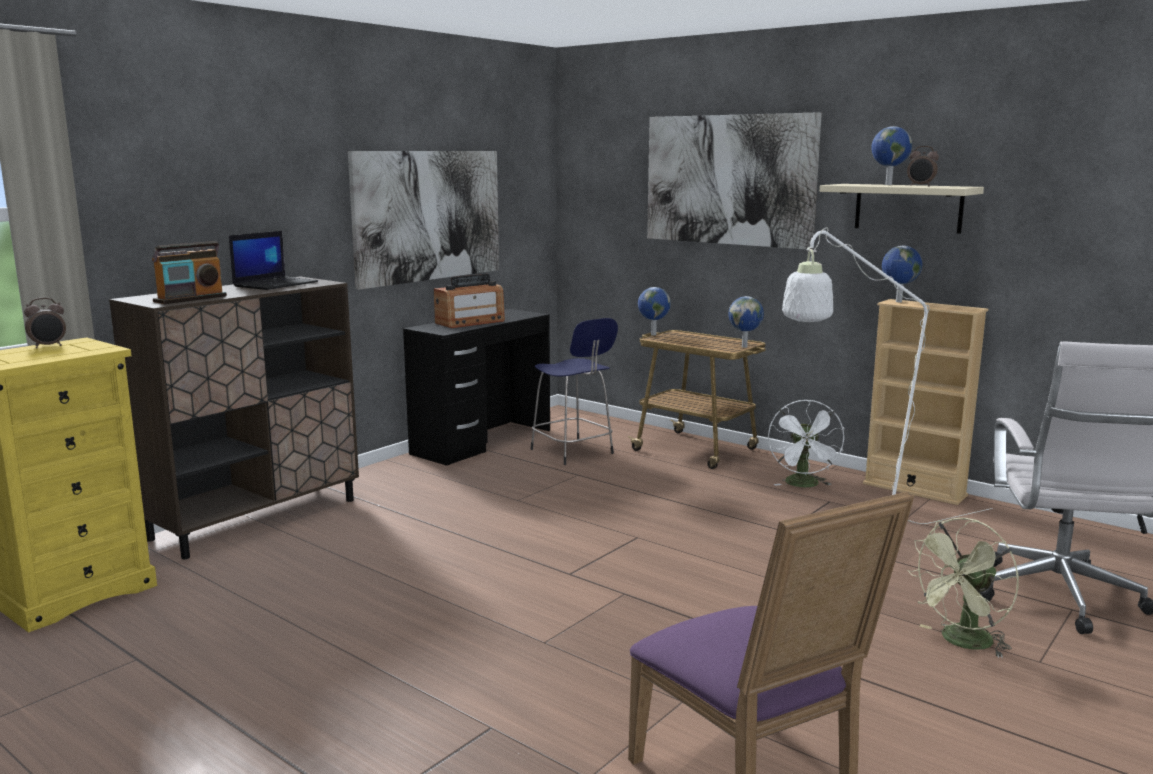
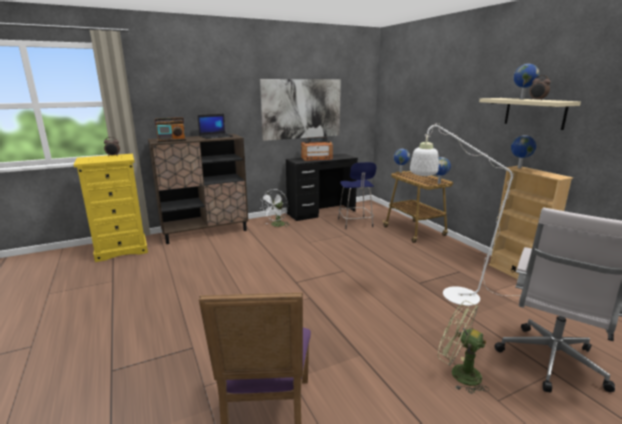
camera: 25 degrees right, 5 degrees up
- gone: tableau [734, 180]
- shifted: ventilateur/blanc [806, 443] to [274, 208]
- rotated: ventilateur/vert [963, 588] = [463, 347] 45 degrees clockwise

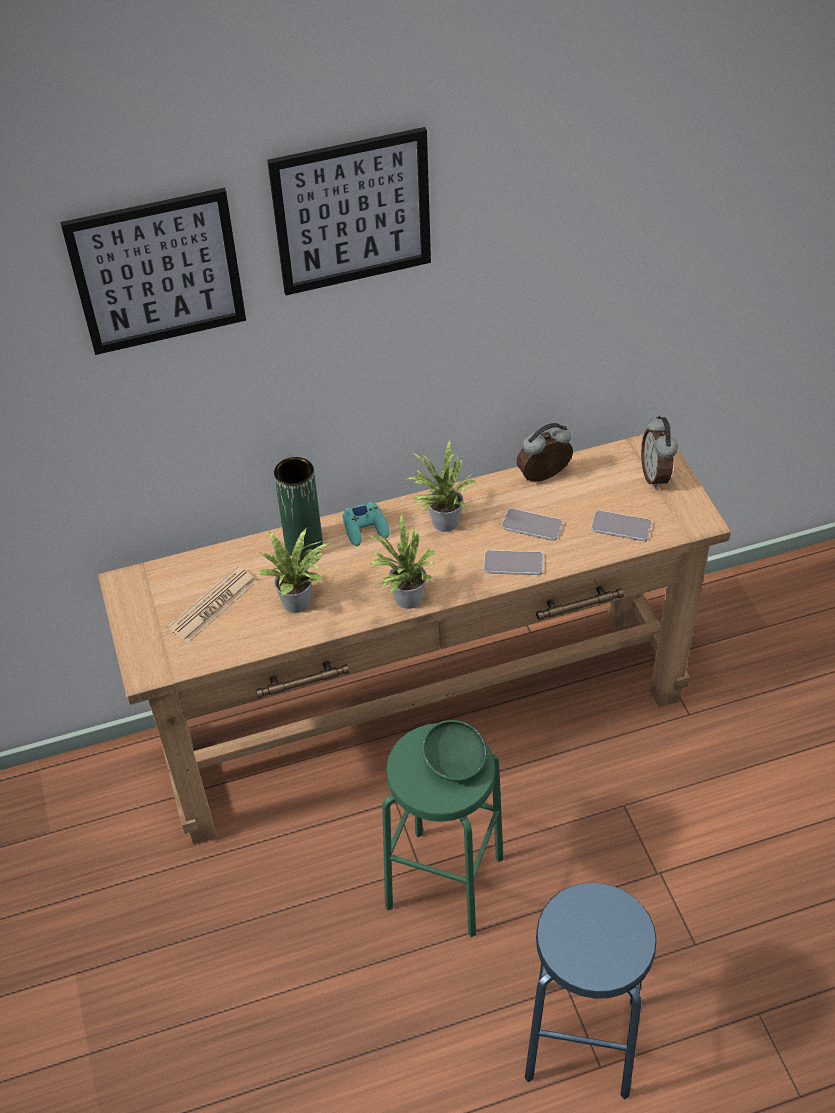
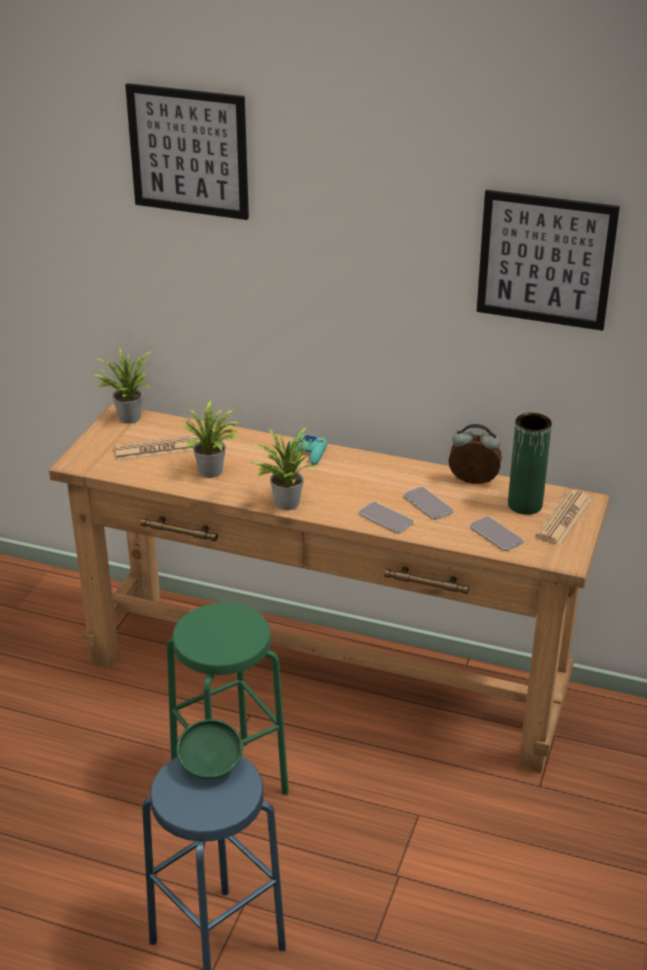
camera: 35 degrees right, 15 degrees down
- shifted: tableau [349, 211] to [548, 260]
- shifted: vase/vert [298, 507] to [530, 464]
- shifted: plante en pot [442, 485] to [123, 385]
- shifted: bol/vert [454, 750] to [209, 749]
- swapped: réveil [659, 452] to journal [564, 517]

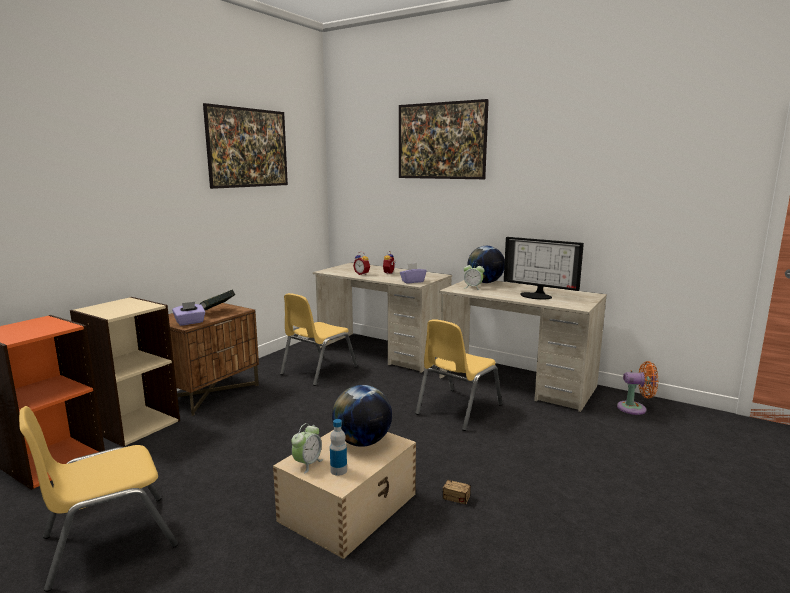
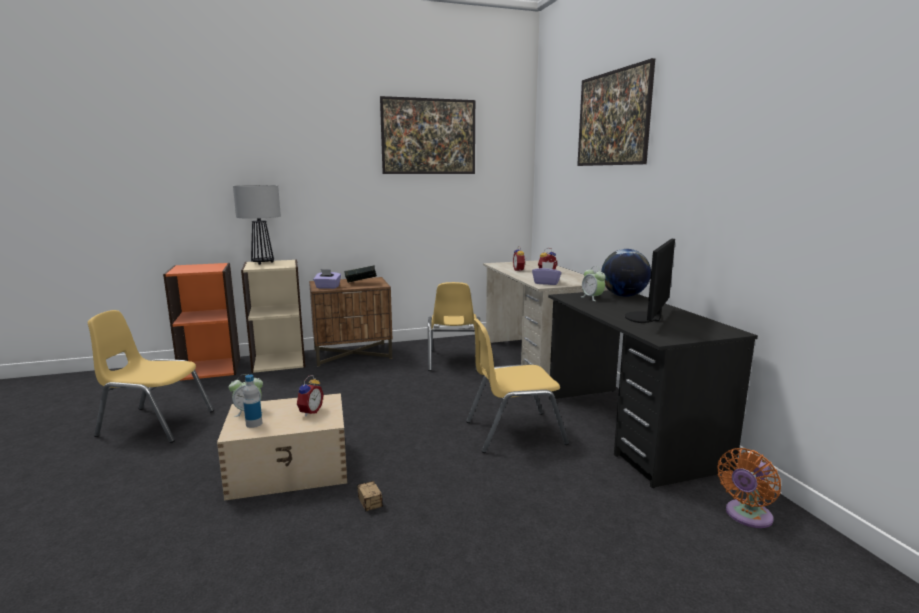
camera: 40 degrees right, 0 degrees up
- new: lampe de table [257, 225]
- swapped: globe [362, 416] to réveil [310, 396]
- repainted: bureau/beige [523, 346] to bureau/noir [653, 389]
- rotated: chaise/jaune [318, 339] = [454, 326] 75 degrees counterclockwise
- rotated: écran d'ordinateur [544, 268] = [650, 281] 45 degrees clockwise
- rotated: ventilateur/orange [637, 388] = [749, 488] 90 degrees clockwise

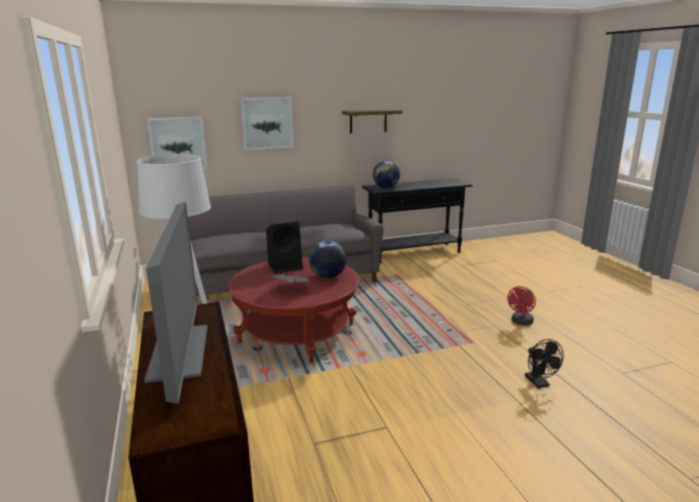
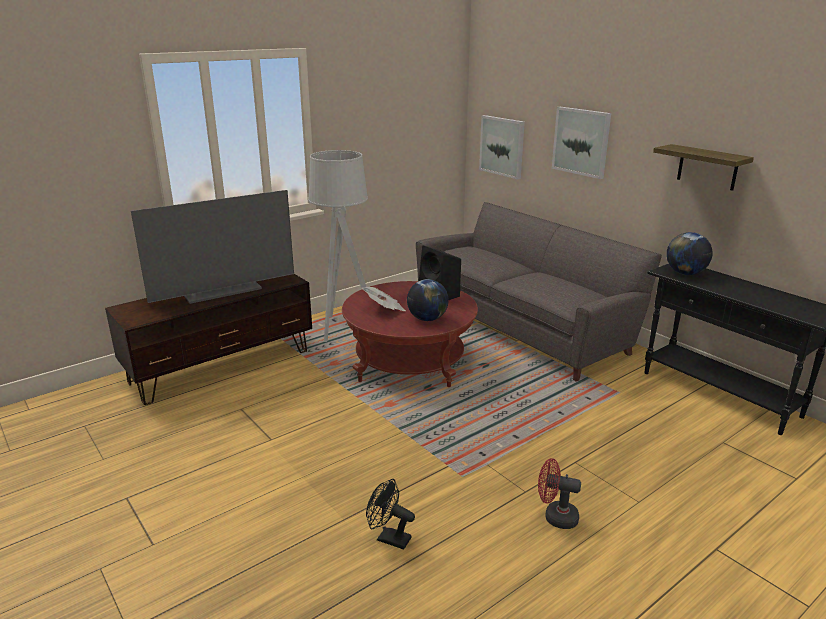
camera: 70 degrees right, 5 degrees up
- rotated: ventilateur/noir [544, 363] = [390, 514] 60 degrees clockwise

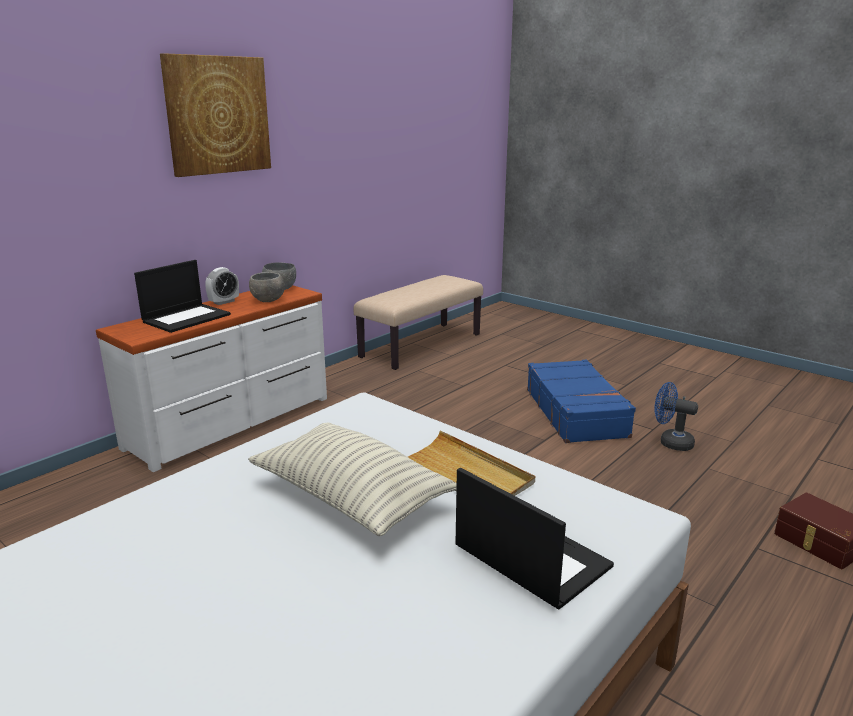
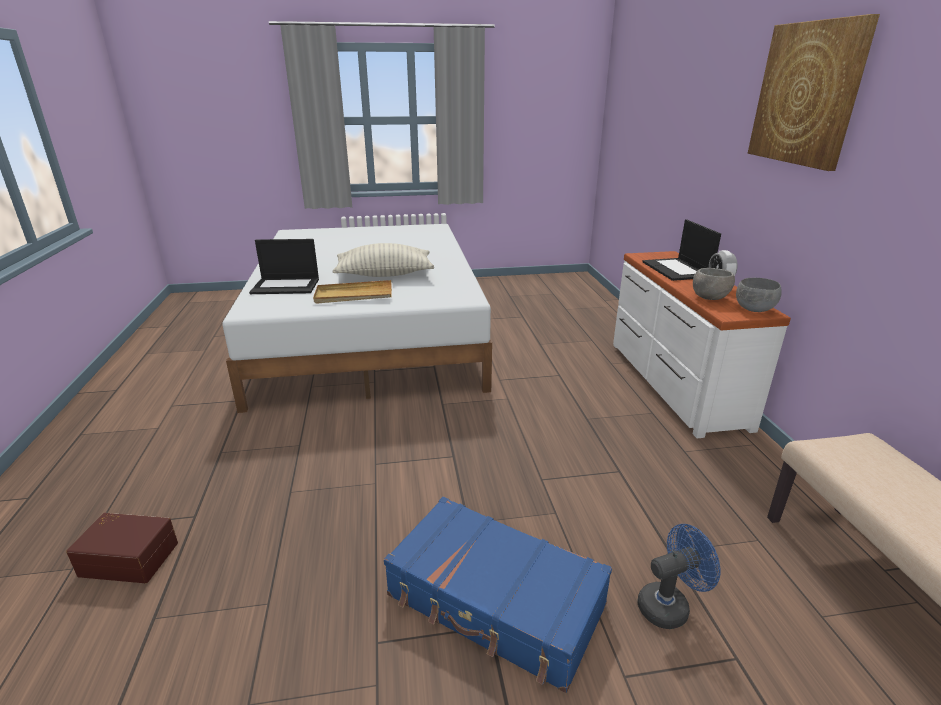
camera: 130 degrees right, 5 degrees up
- shifted: ventilateur/bleu [676, 416] to [679, 576]

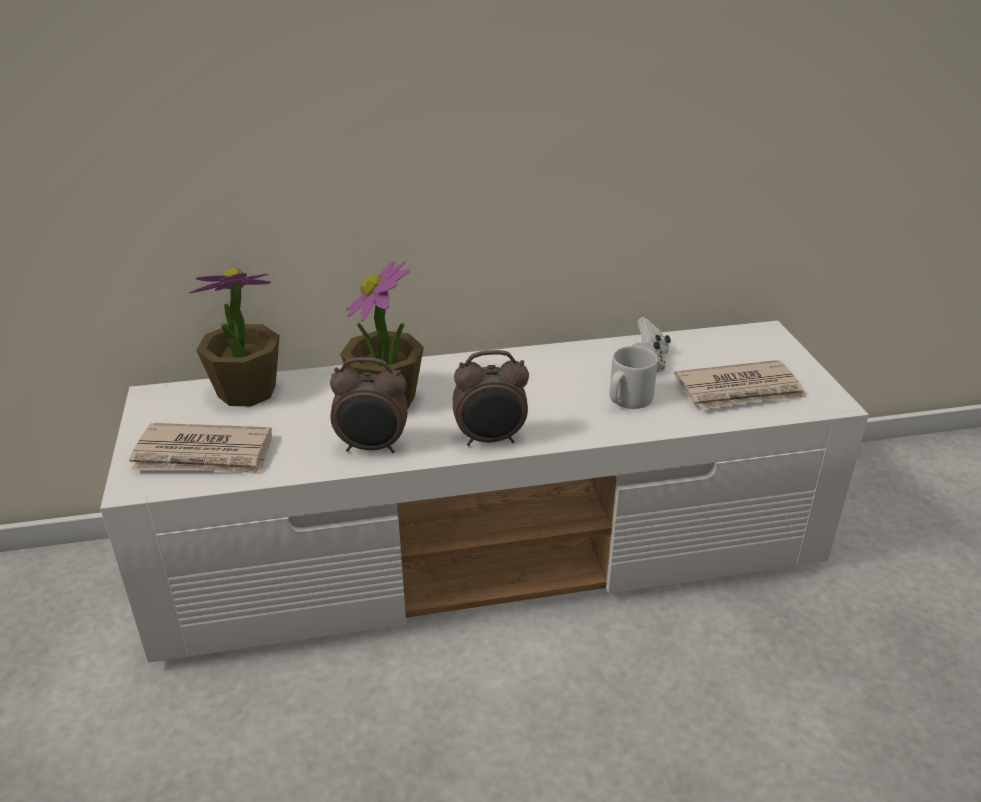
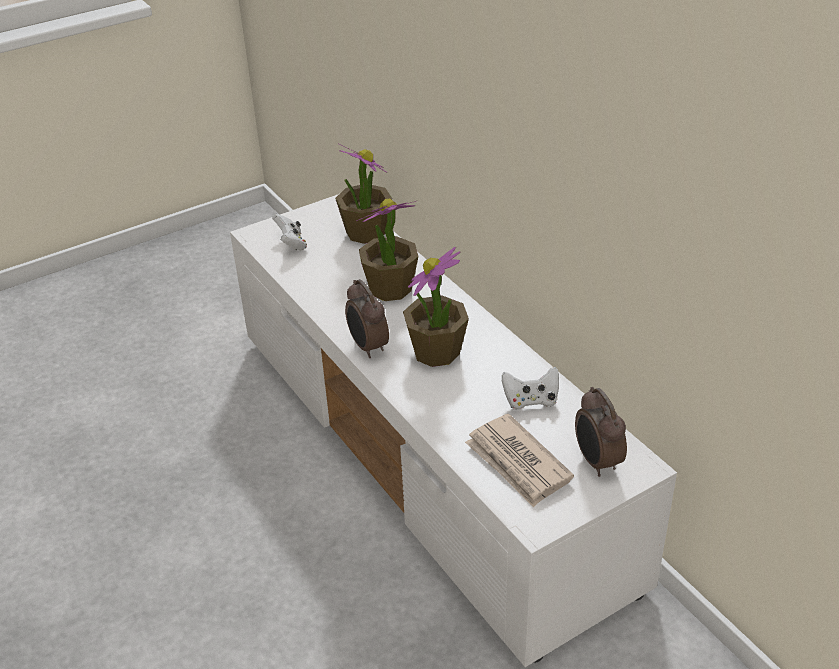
camera: 70 degrees right, 5 degrees up
- gone: mug/gris [634, 377]
- new: plante en pot [436, 307]
- shifted: réveil [369, 405] to [601, 432]
- swapped: journal [200, 448] to manette/blanc [289, 232]

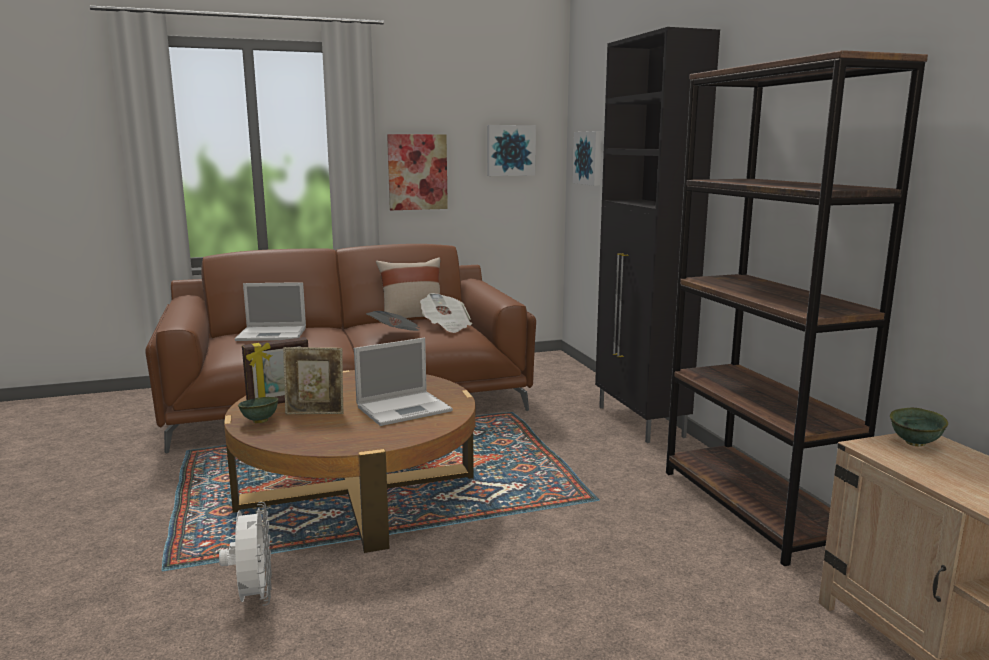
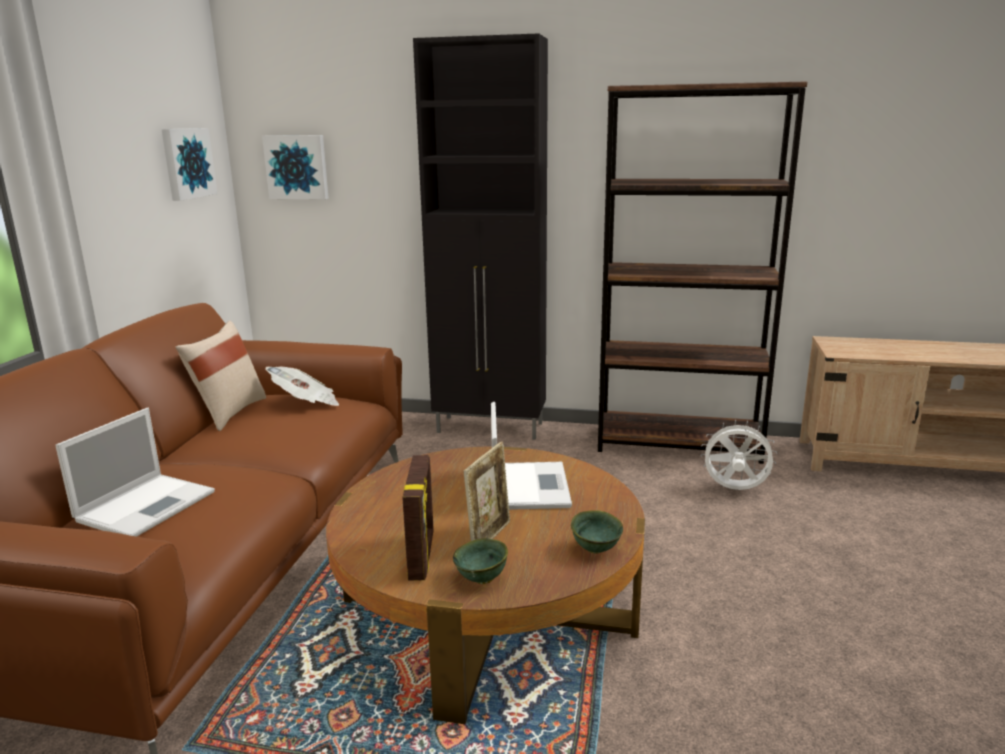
camera: 60 degrees left, 5 degrees up
- gone: journal [393, 321]
- gone: tableau [417, 172]
- shifted: ventilateur/blanc [245, 554] to [739, 455]
- shifted: bol/vert [919, 427] to [597, 532]

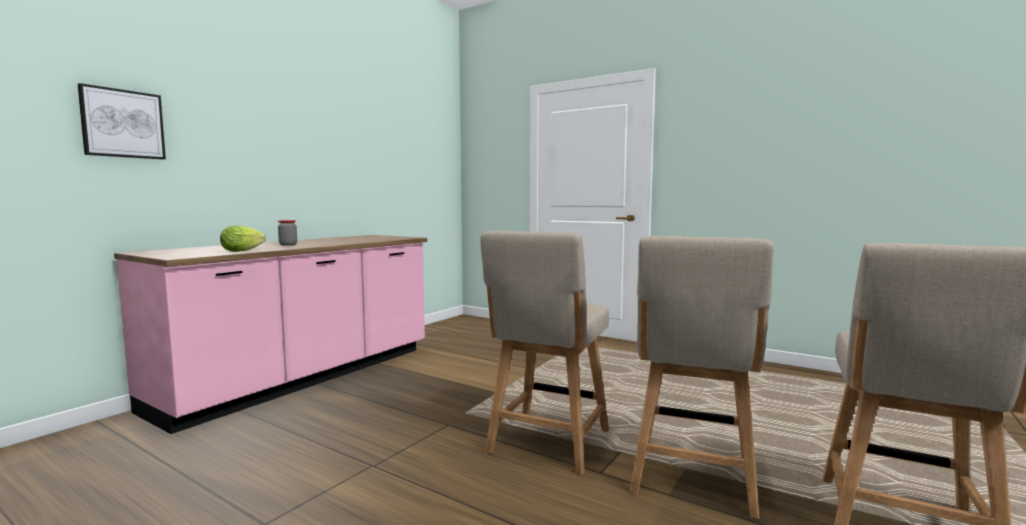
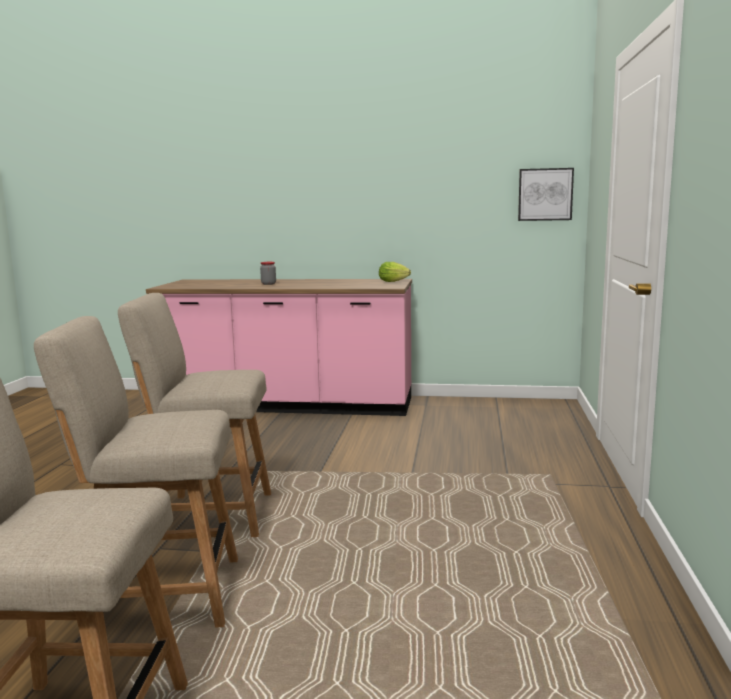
camera: 65 degrees right, 5 degrees up
- shifted: tableau [122, 121] to [546, 194]
- shifted: laitue [243, 239] to [395, 272]

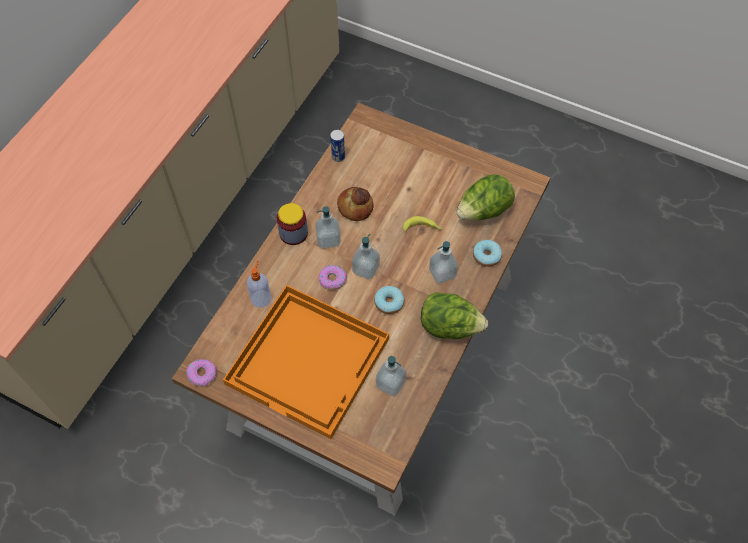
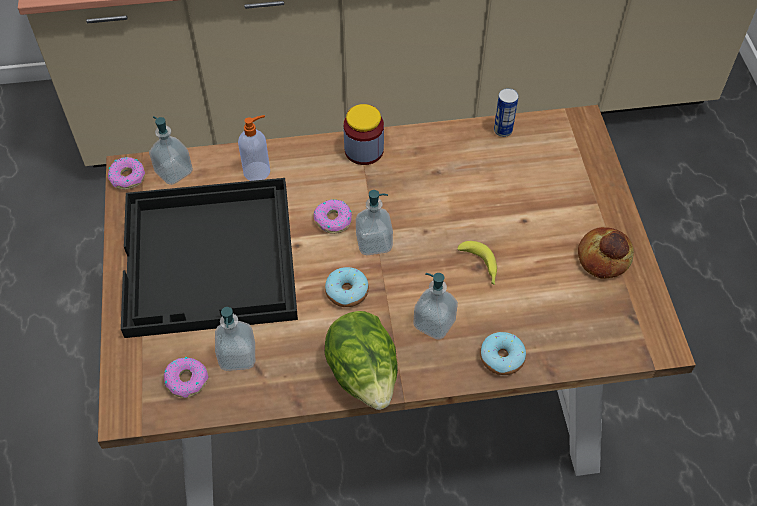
camera: 55 degrees right, 5 degrees down
- gone: laitue [485, 197]
- new: beignet [186, 377]
- shifted: distributeur de savon [328, 227] to [171, 150]
- shifted: pain [355, 204] to [606, 253]
- repainted: plateau/orange [306, 362] to plateau/noir [209, 258]

